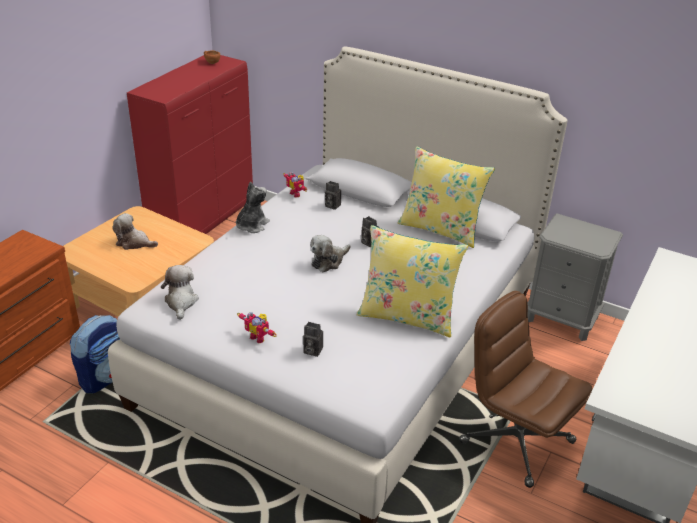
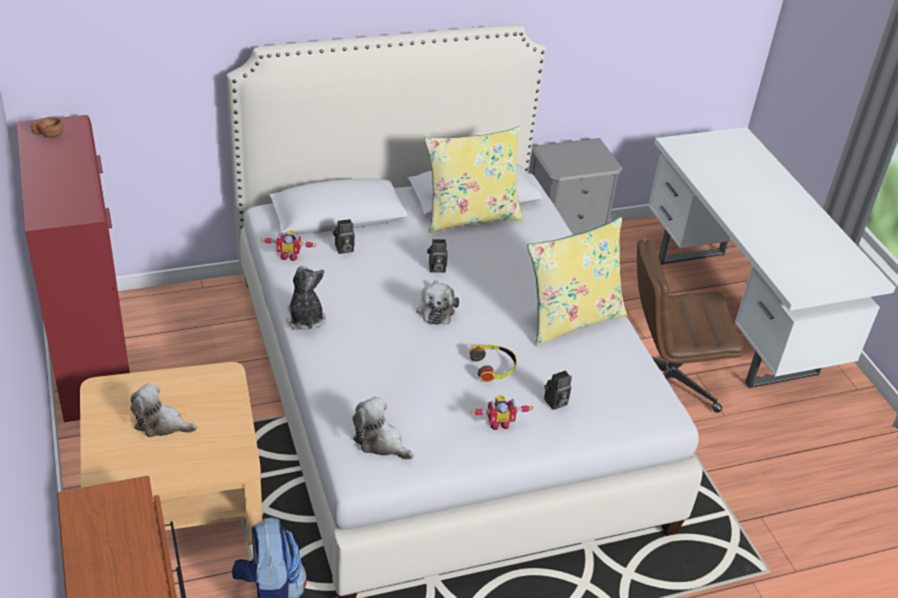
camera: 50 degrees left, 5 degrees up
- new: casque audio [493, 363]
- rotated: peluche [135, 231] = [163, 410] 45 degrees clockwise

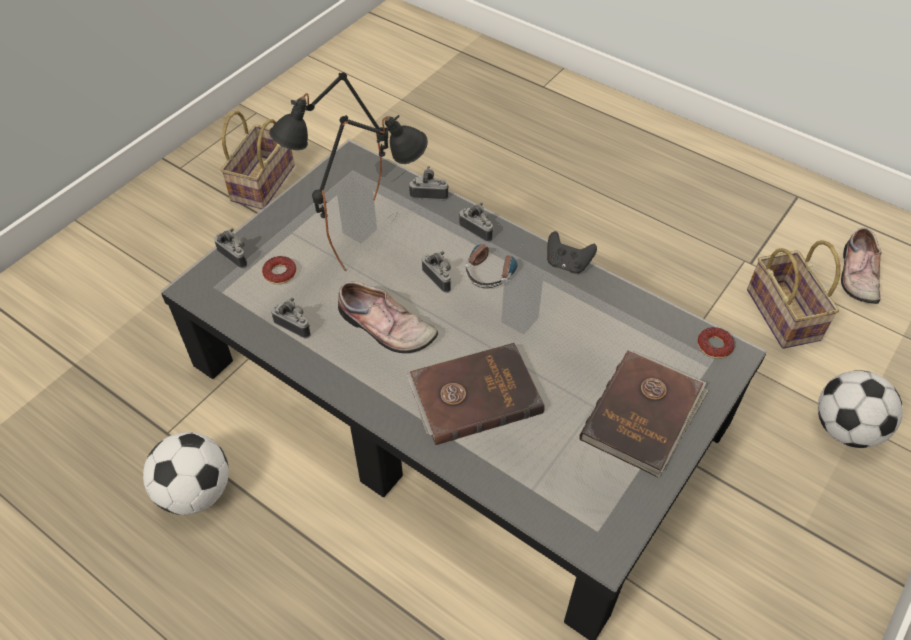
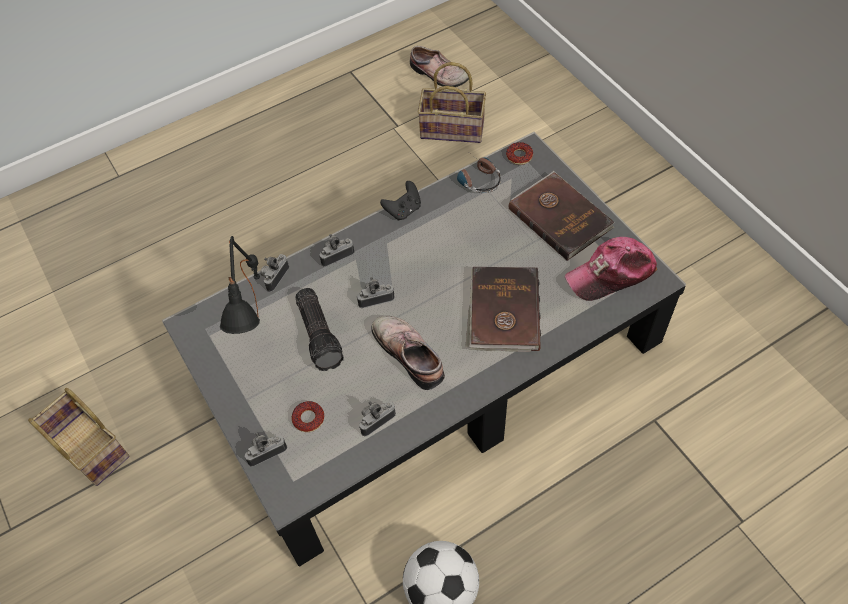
camera: 65 degrees left, 5 degrees up
- gone: ballon de foot [860, 409]
- new: casquette [611, 269]
- shifted: casque audio [493, 266] to [479, 172]
- swapped: lampe de table/noir [370, 193] to lampe de poche [320, 329]
- rotated: chaussure [388, 317] = [408, 353] 90 degrees counterclockwise

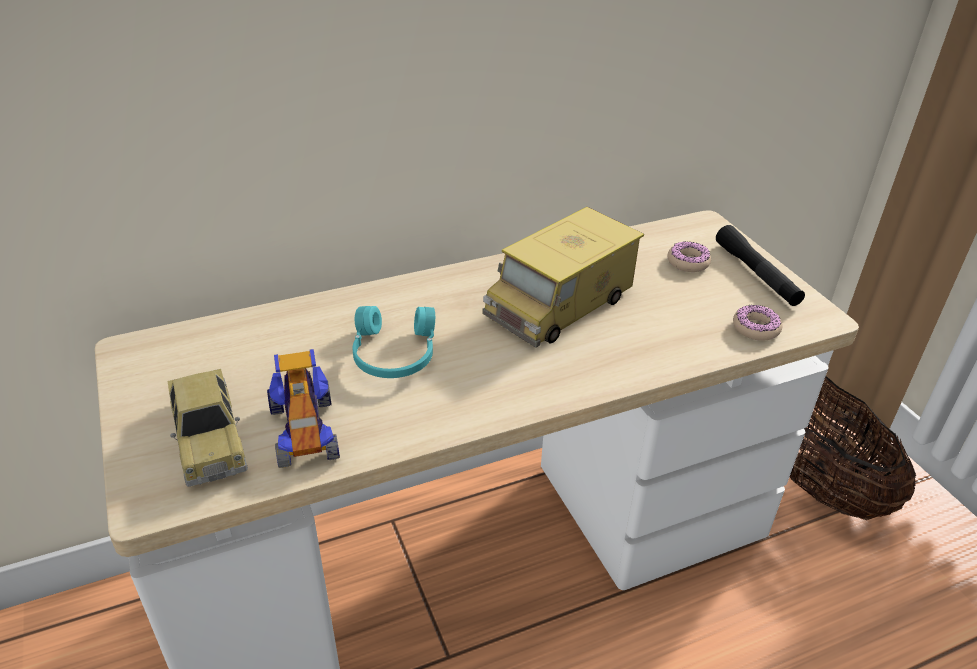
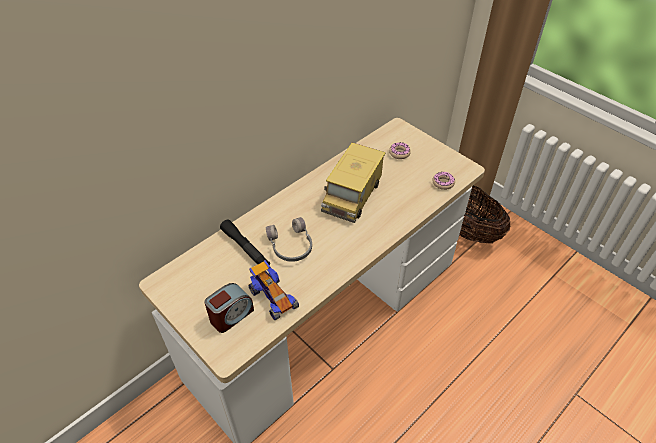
camera: 20 degrees left, 10 degrees up
- shifted: lampe de poche/noir [760, 265] to [245, 242]
- swapped: petite voiture [208, 428] to réveil [229, 308]
- repainted: casque audio/turquoise [393, 342] to casque audio/gris [289, 239]

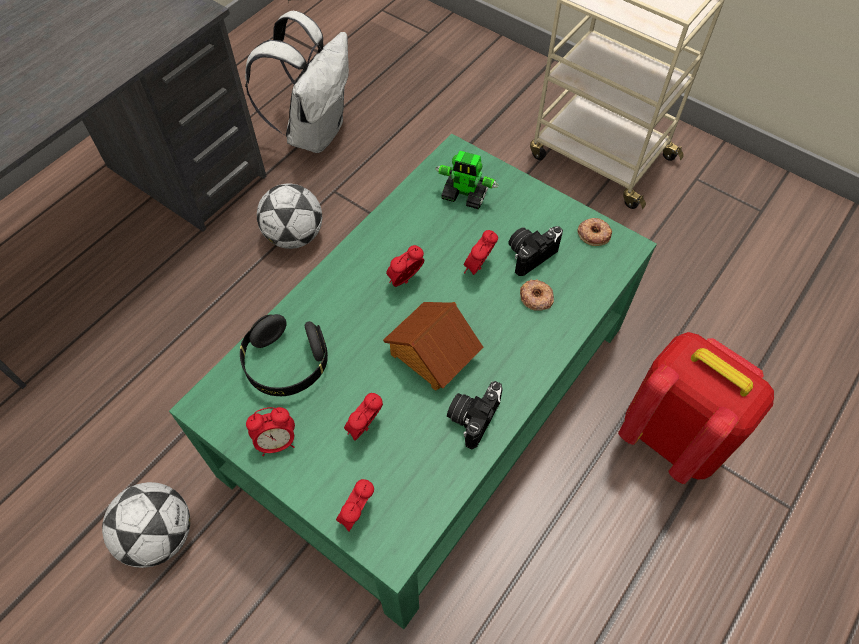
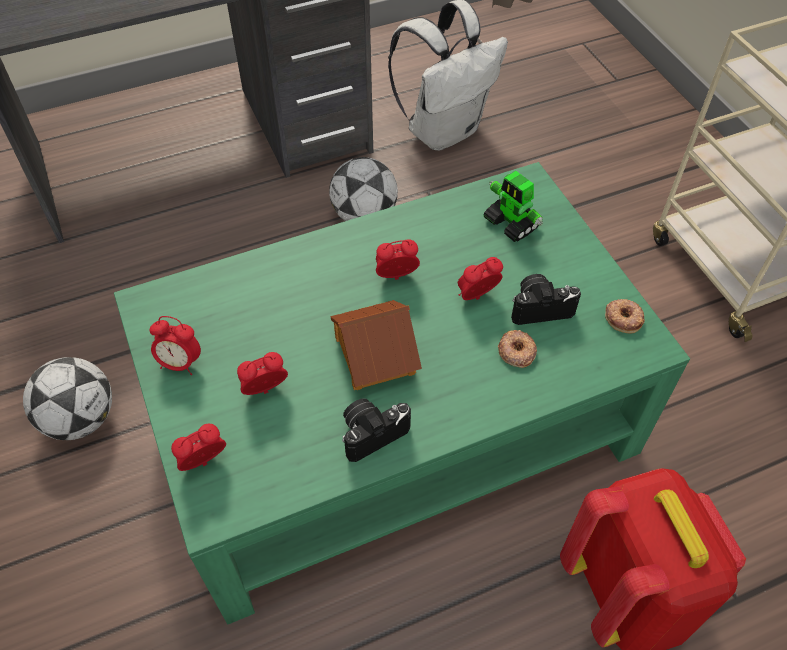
camera: 30 degrees right, 5 degrees down
- gone: casque audio/noir [284, 355]

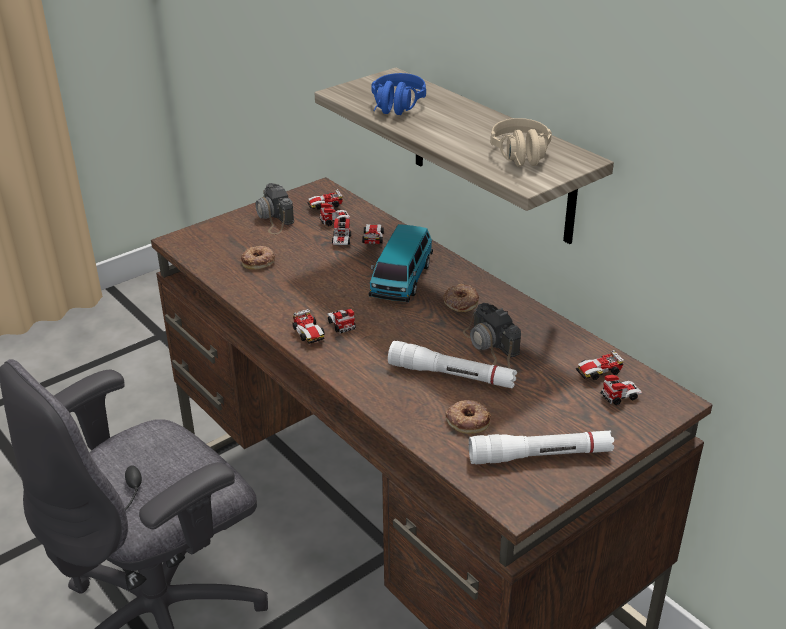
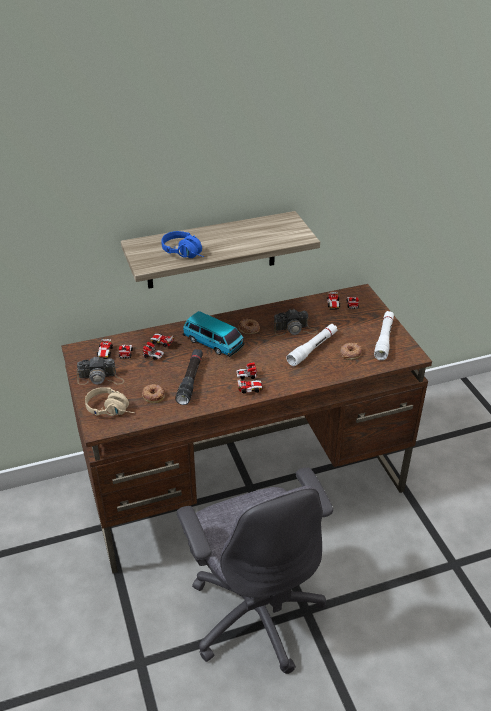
camera: 70 degrees left, 5 degrees up
- new: lampe de poche/noir [189, 377]
- shifted: casque audio/beige [521, 142] to [110, 401]

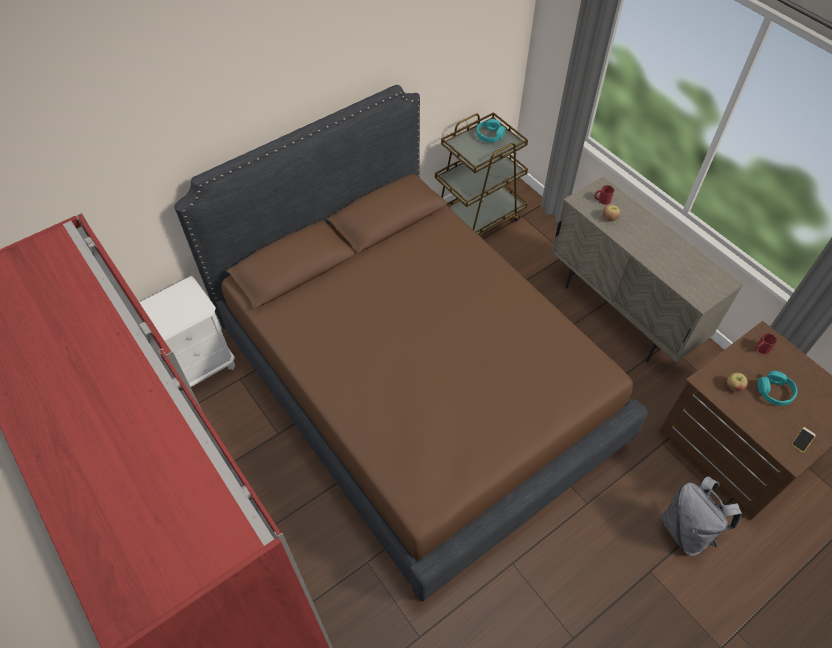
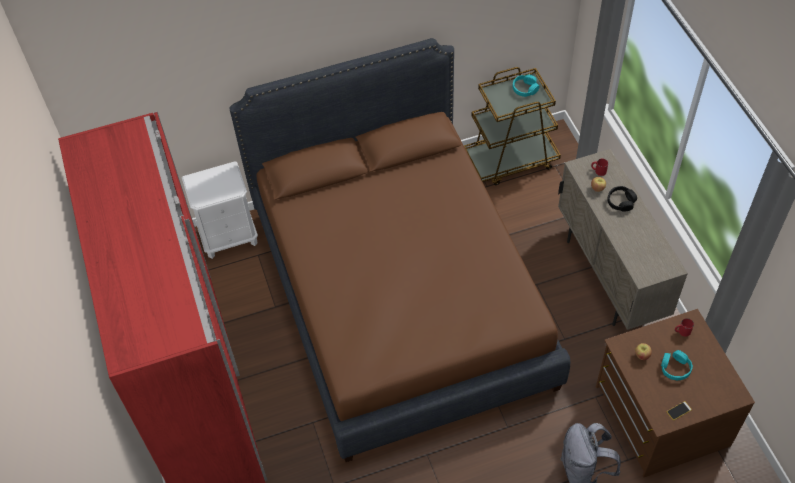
camera: 20 degrees right, 0 degrees up
- new: casque audio/noir [622, 199]

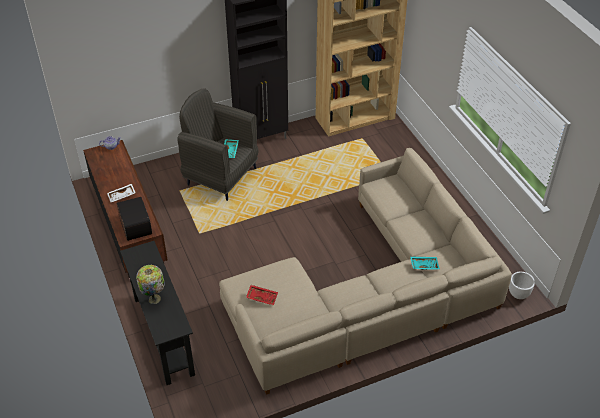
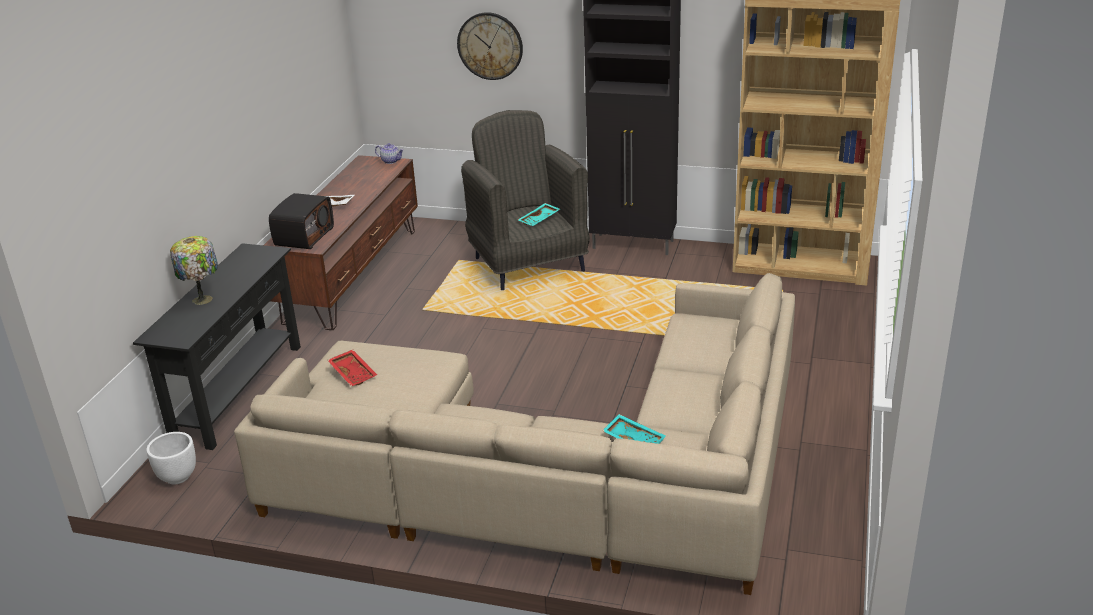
camera: 40 degrees right, 15 degrees down
- new: horloge murale [490, 46]
- shifted: cache-pot/blanc [522, 285] to [171, 458]

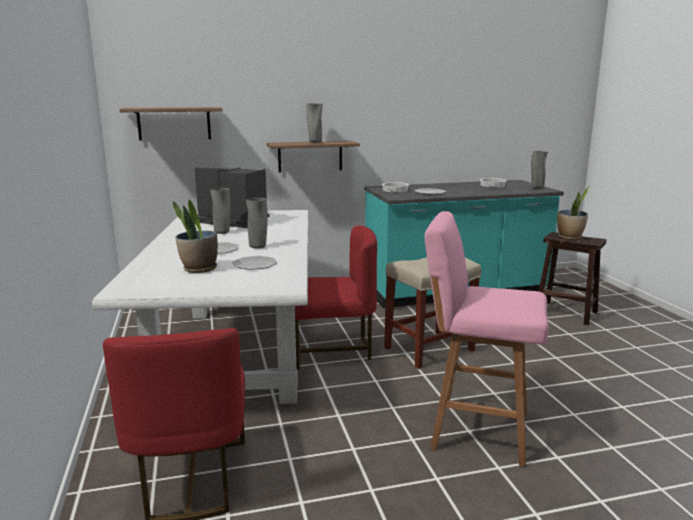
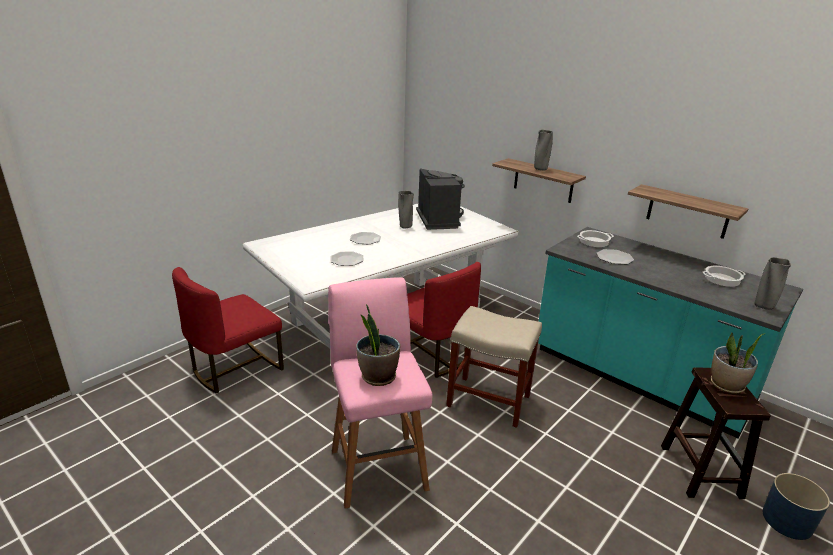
camera: 55 degrees right, 10 degrees up
- gone: vase/gris [257, 223]
- new: cache-pot/bleu [796, 506]
- shifted: étagère [171, 124] to [688, 211]
- shifted: plante en pot [195, 236] to [378, 345]

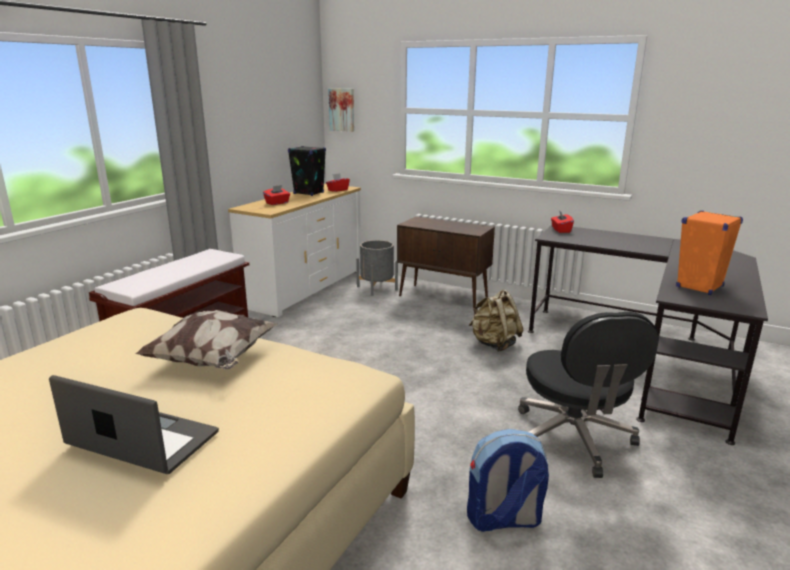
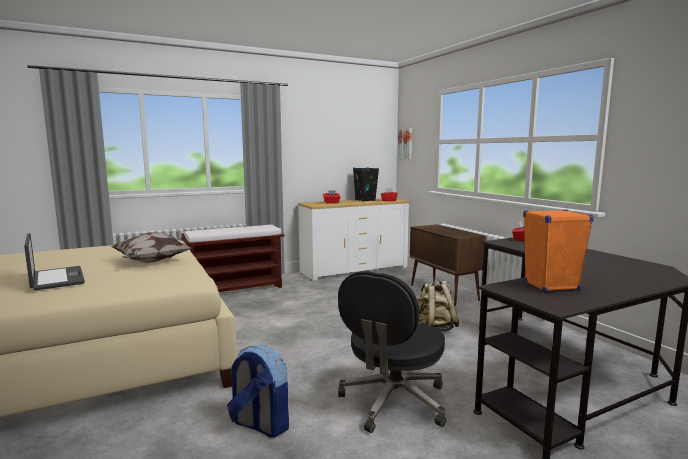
camera: 35 degrees right, 10 degrees down
- gone: cache-pot/gris [377, 268]

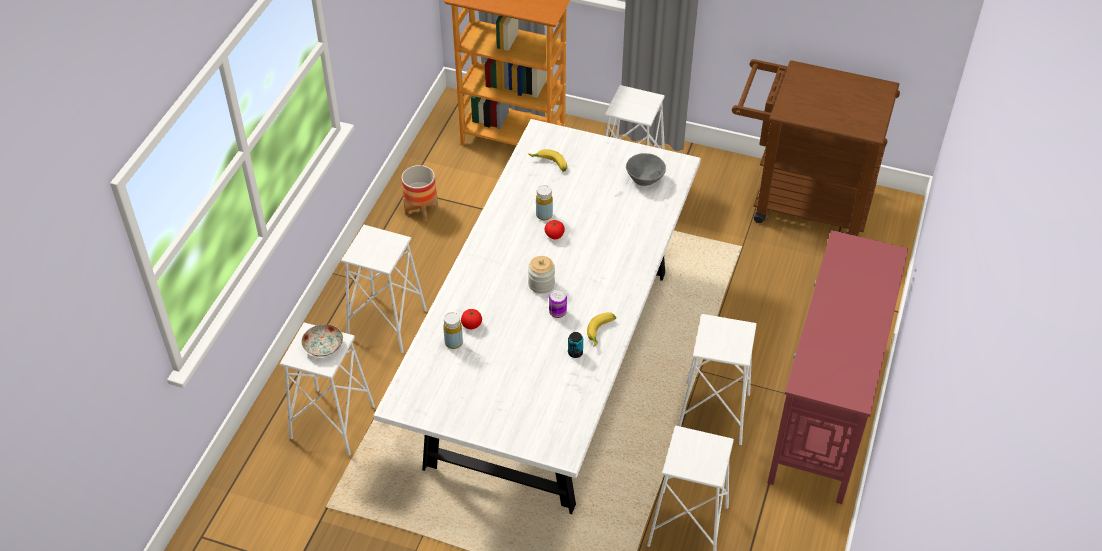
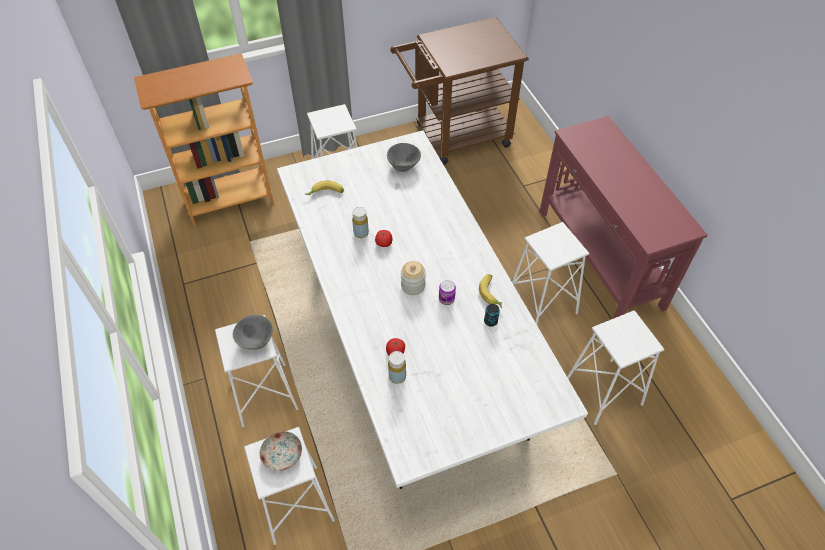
camera: 40 degrees left, 5 degrees up
- gone: cache-pot [419, 193]
- new: bol/gris [253, 332]

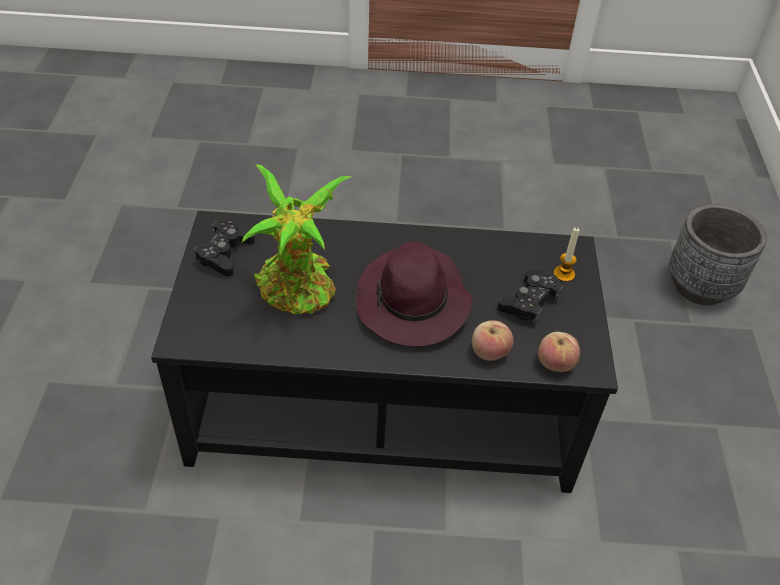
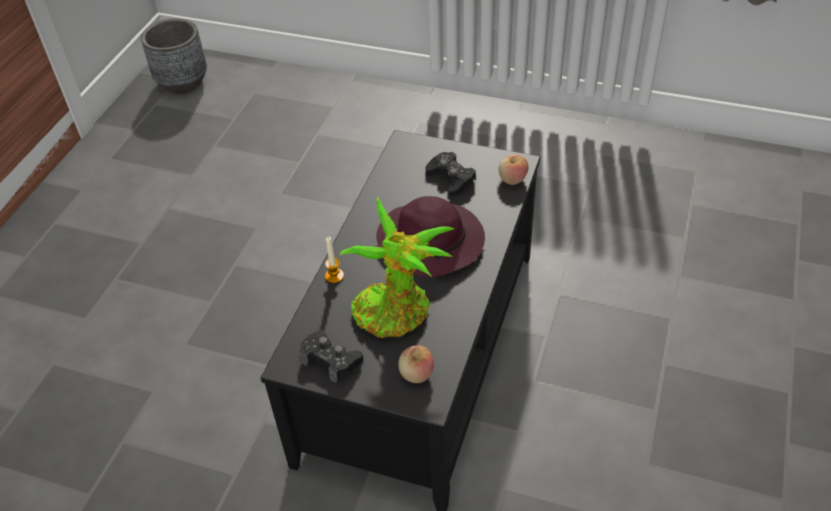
camera: 70 degrees left, 0 degrees up
- shifted: pomme [492, 340] to [416, 364]
- shifted: bougie [567, 255] to [334, 260]
- shifted: cache-pot/gris [718, 254] to [174, 56]

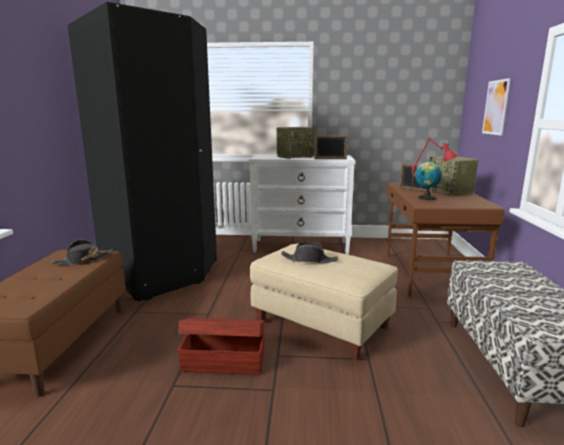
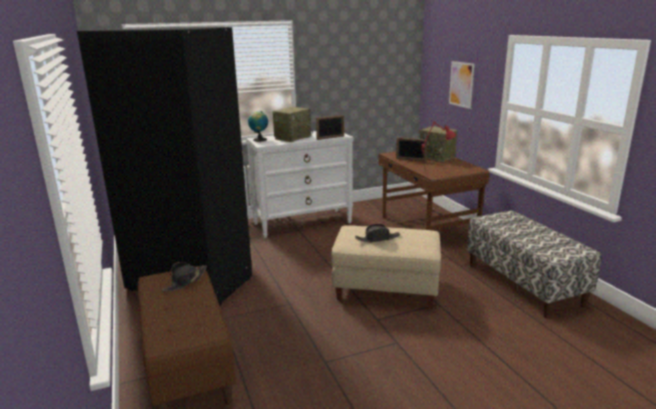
camera: 25 degrees left, 5 degrees up
- gone: boîte de rangement/marron [221, 346]
- shifted: globe [428, 181] to [258, 126]

